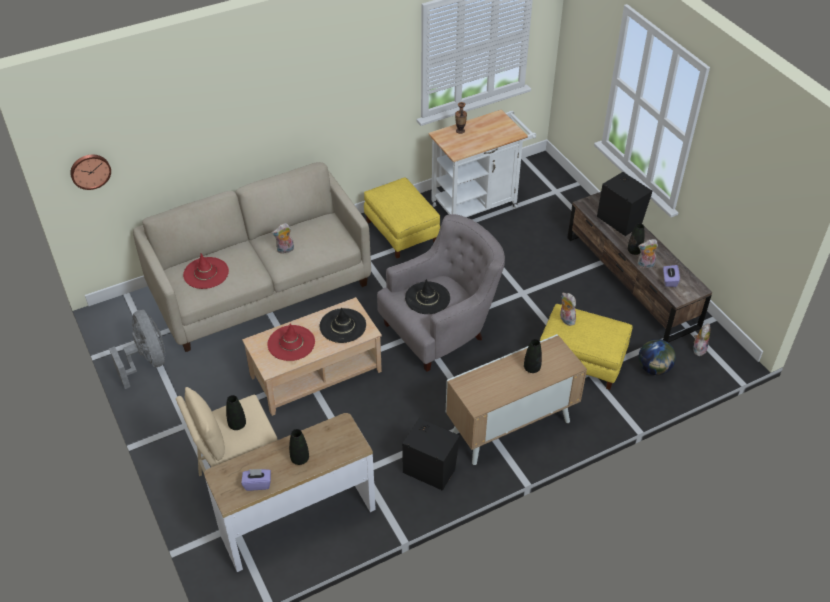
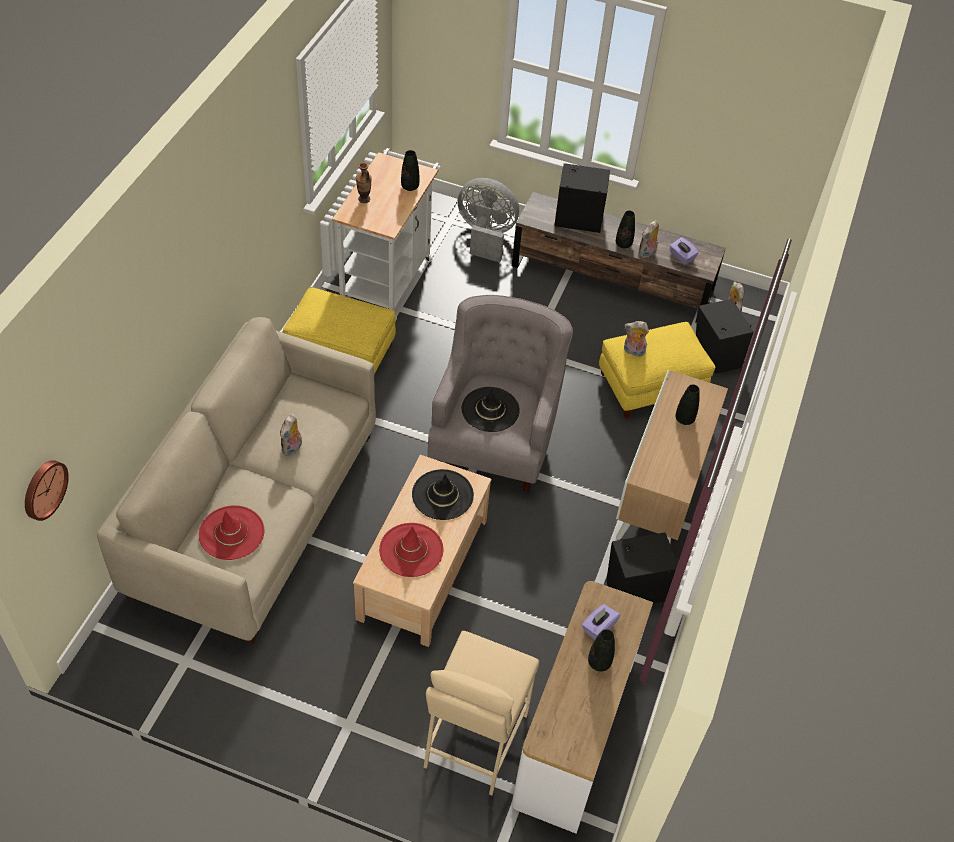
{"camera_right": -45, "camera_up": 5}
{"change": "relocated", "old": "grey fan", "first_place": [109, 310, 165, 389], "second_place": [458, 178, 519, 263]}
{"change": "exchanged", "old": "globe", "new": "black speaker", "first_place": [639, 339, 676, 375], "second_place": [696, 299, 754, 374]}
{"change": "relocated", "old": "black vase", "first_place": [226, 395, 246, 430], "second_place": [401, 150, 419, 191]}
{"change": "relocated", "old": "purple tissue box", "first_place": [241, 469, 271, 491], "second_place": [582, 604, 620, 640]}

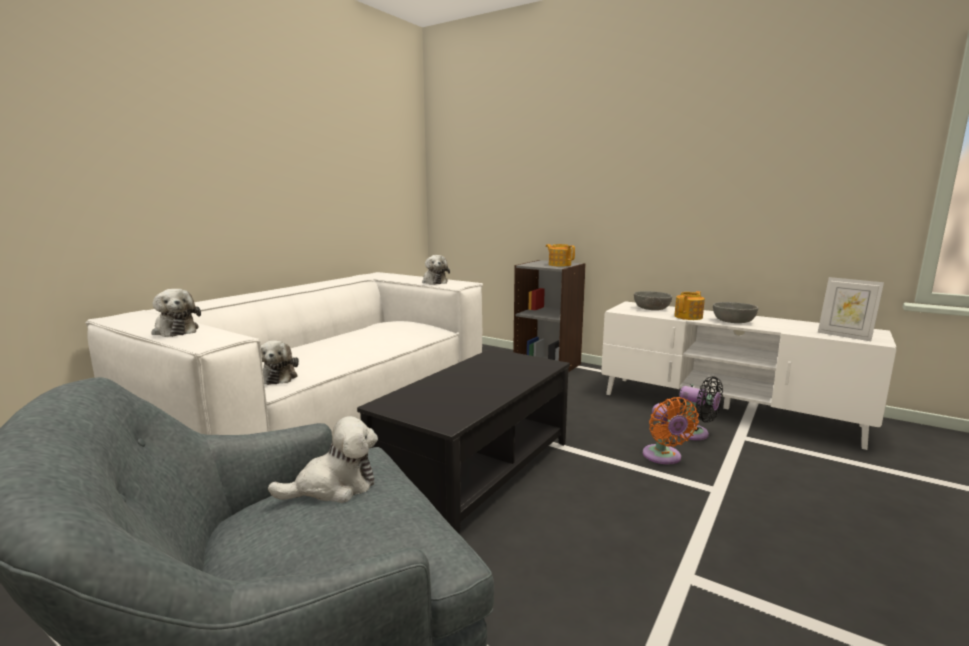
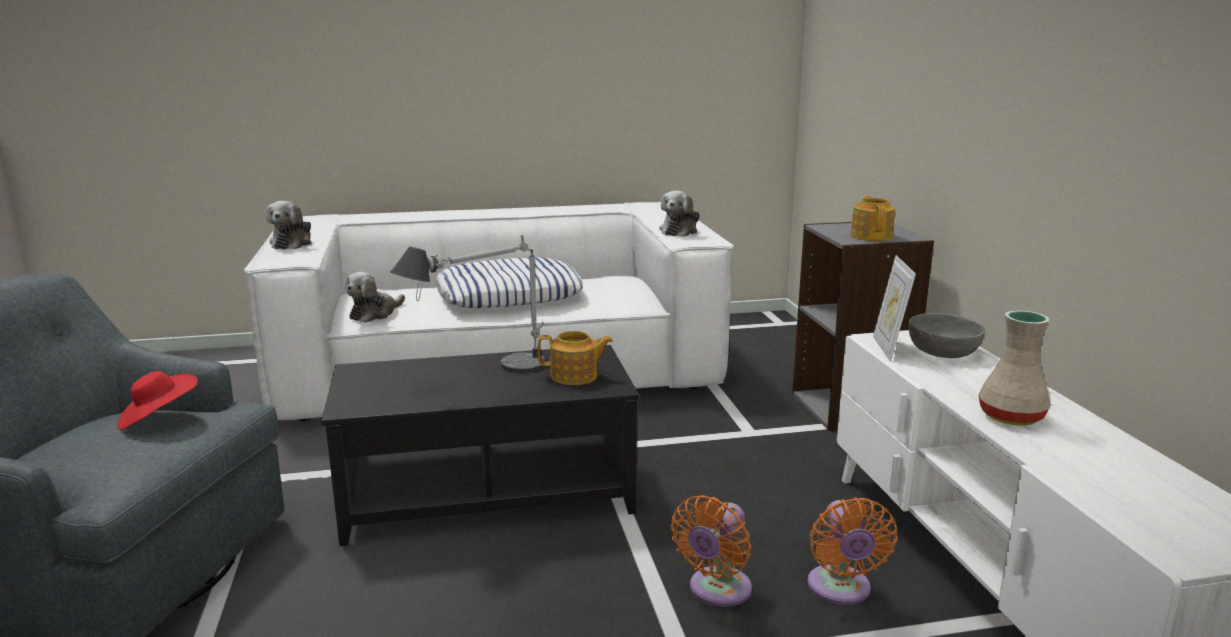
{"camera_right": 45, "camera_up": 5}
{"change": "relocated", "old": "picture frame", "first_place": [818, 277, 884, 341], "second_place": [873, 255, 916, 362]}
{"change": "relocated", "old": "teapot", "first_place": [674, 291, 705, 320], "second_place": [538, 331, 613, 385]}
{"change": "exchanged", "old": "grey bowl", "new": "beige vase", "first_place": [713, 302, 758, 323], "second_place": [978, 310, 1051, 426]}
{"change": "colour", "old": "black fan", "new": "orange fan", "first_place": [678, 376, 723, 440], "second_place": [807, 497, 897, 605]}
{"change": "exchanged", "old": "plush toy", "new": "red hat", "first_place": [268, 416, 378, 503], "second_place": [117, 371, 198, 430]}
{"change": "appeared", "new": "table lamp", "second_place": [391, 235, 546, 373]}
{"change": "appeared", "new": "pillow", "second_place": [435, 257, 583, 308]}

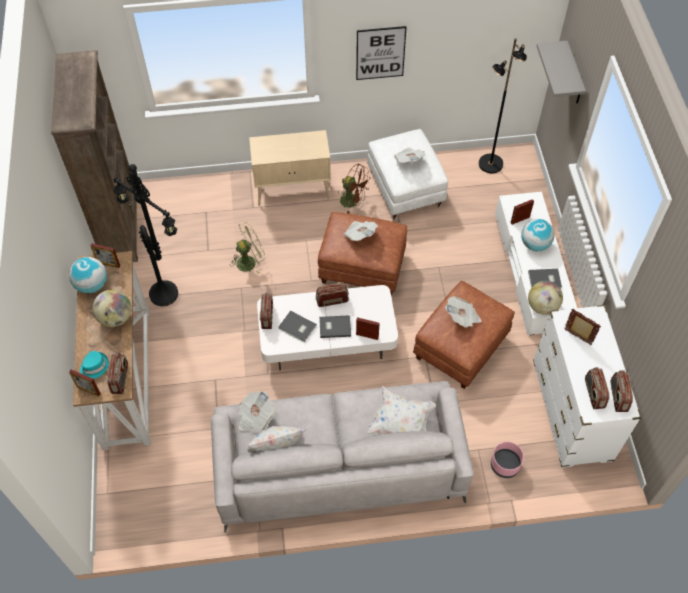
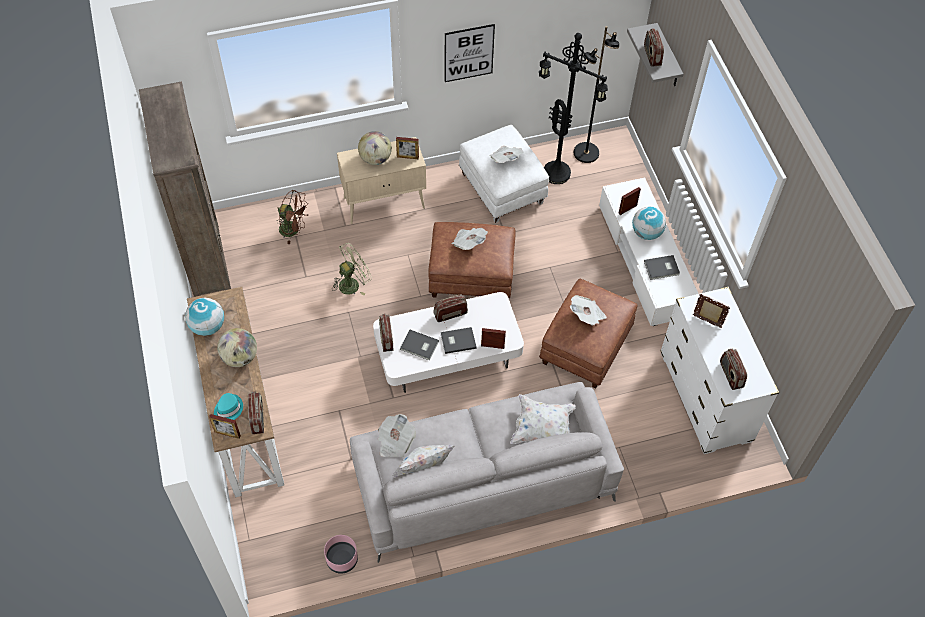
{"camera_right": -10, "camera_up": 0}
{"change": "relocated", "old": "brown fan", "first_place": [338, 163, 369, 214], "second_place": [276, 190, 309, 244]}
{"change": "relocated", "old": "black floor lamp", "first_place": [113, 164, 178, 307], "second_place": [539, 33, 608, 184]}
{"change": "relocated", "old": "picture frame", "first_place": [91, 243, 120, 268], "second_place": [396, 137, 419, 159]}
{"change": "relocated", "old": "globe", "first_place": [528, 281, 563, 315], "second_place": [358, 131, 392, 165]}
{"change": "relocated", "old": "radio", "first_place": [611, 370, 633, 412], "second_place": [644, 28, 664, 67]}
{"change": "relocated", "old": "pink planter", "first_place": [491, 442, 524, 478], "second_place": [324, 535, 358, 574]}

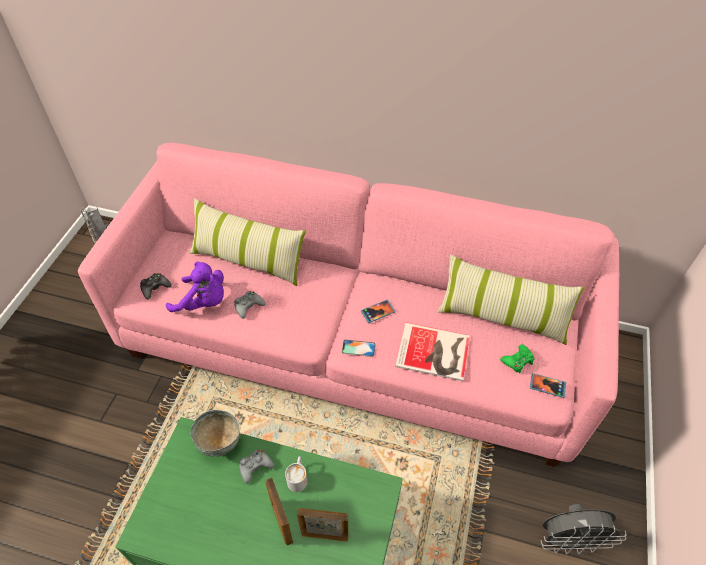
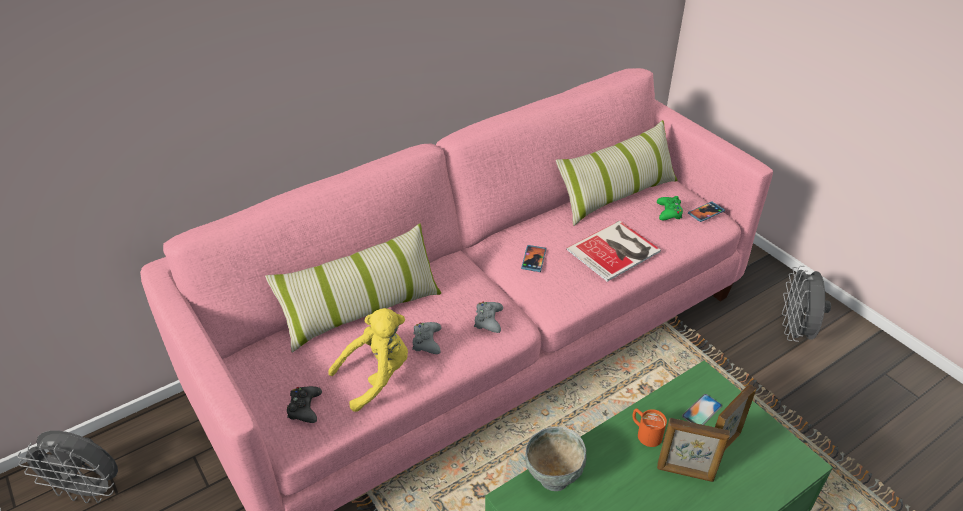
{"camera_right": -50, "camera_up": -10}
{"change": "colour", "old": "purple plush toy", "new": "yellow plush toy", "first_place": [166, 261, 224, 312], "second_place": [328, 308, 408, 412]}
{"change": "relocated", "old": "phone", "first_place": [342, 340, 376, 357], "second_place": [682, 394, 722, 425]}
{"change": "relocated", "old": "grey game controller", "first_place": [239, 449, 274, 484], "second_place": [474, 302, 503, 333]}
{"change": "colour", "old": "white mug", "new": "orange mug", "first_place": [285, 456, 307, 492], "second_place": [632, 408, 667, 447]}
{"change": "spun", "old": "grey fan", "first_place": [541, 504, 626, 554], "second_place": [782, 266, 831, 342], "degrees": 150}

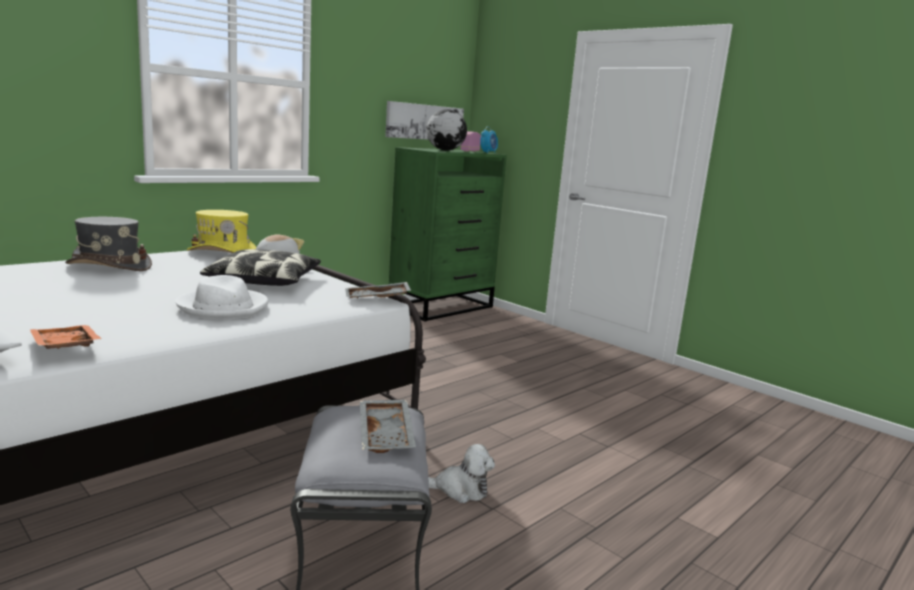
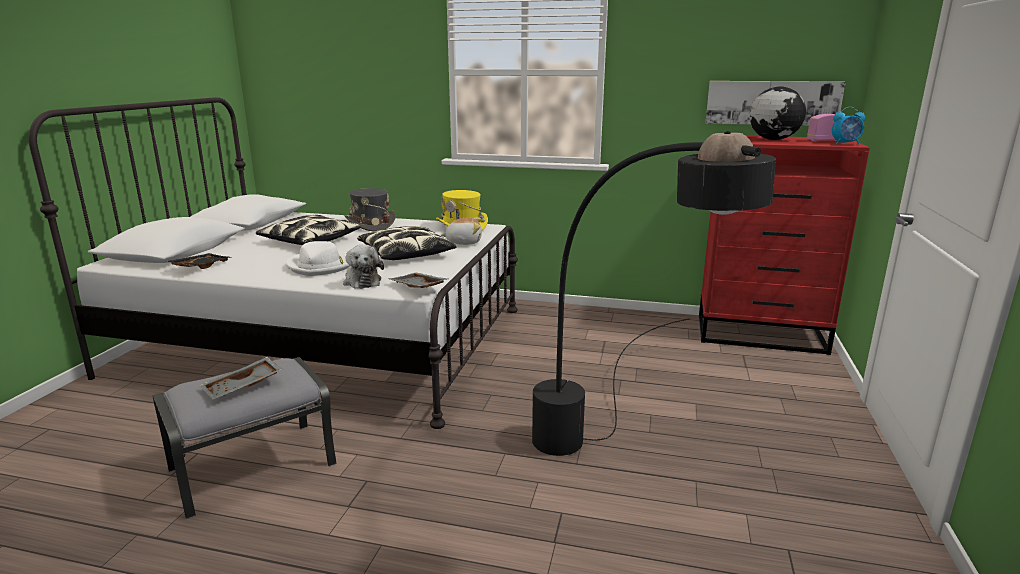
{"camera_right": 60, "camera_up": 5}
{"change": "colour", "old": "green dresser", "new": "red dresser", "first_place": [388, 147, 507, 321], "second_place": [699, 136, 870, 355]}
{"change": "colour", "old": "orange tray", "new": "black tray", "first_place": [30, 325, 102, 349], "second_place": [167, 253, 232, 269]}
{"change": "relocated", "old": "plush toy", "first_place": [428, 444, 495, 503], "second_place": [343, 245, 384, 289]}
{"change": "appeared", "new": "black floor lamp", "second_place": [532, 131, 776, 456]}
{"change": "appeared", "new": "pillow", "second_place": [256, 215, 360, 245]}

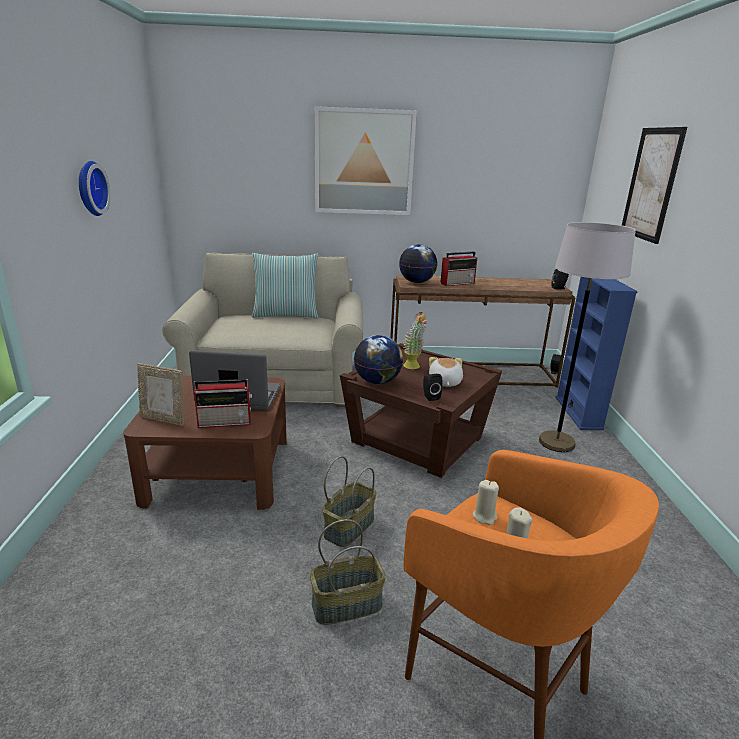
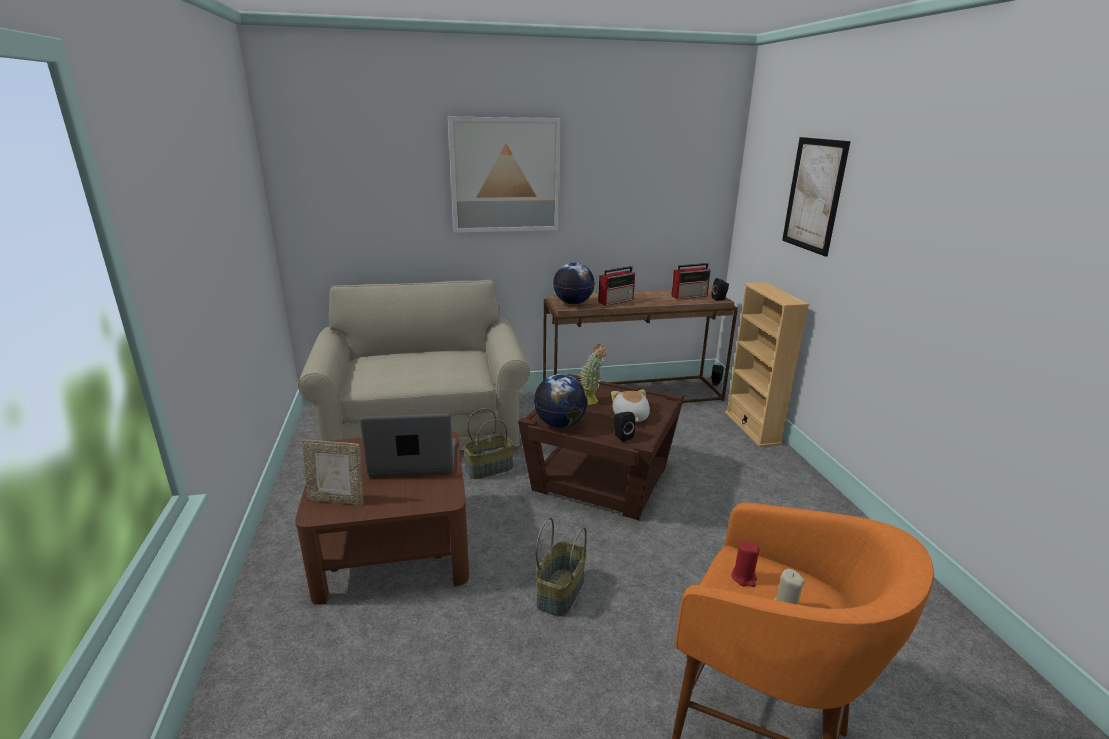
{"camera_right": -10, "camera_up": 0}
{"change": "missing", "old": "wall clock", "first_place": [79, 161, 111, 216]}
{"change": "missing", "old": "grey floor lamp", "first_place": [539, 222, 636, 452]}
{"change": "missing", "old": "pillow", "first_place": [252, 253, 319, 319]}
{"change": "colour", "old": "blue bookcase", "new": "beige bookcase", "first_place": [555, 277, 638, 430], "second_place": [725, 282, 809, 447]}
{"change": "relocated", "old": "radio", "first_place": [194, 379, 252, 428], "second_place": [671, 263, 711, 299]}
{"change": "colour", "old": "beige candle", "new": "red candle", "first_place": [473, 480, 499, 525], "second_place": [731, 541, 760, 587]}
{"change": "relocated", "old": "basket", "first_place": [310, 519, 386, 625], "second_place": [463, 408, 514, 479]}

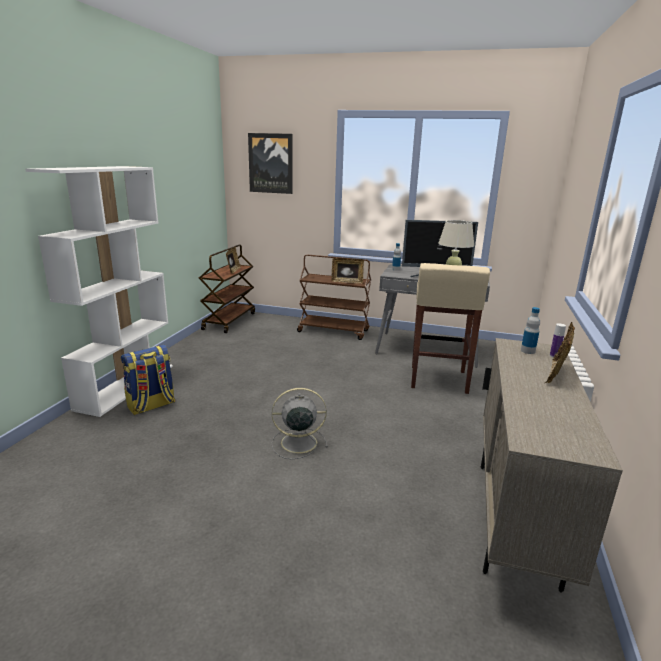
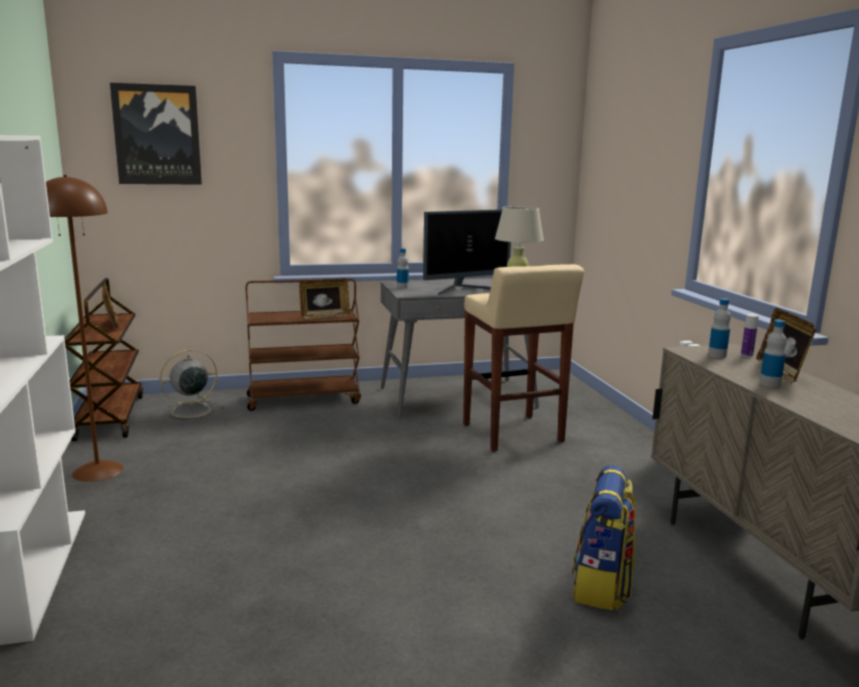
{"camera_right": -30, "camera_up": -5}
{"change": "relocated", "old": "backpack", "first_place": [121, 345, 175, 415], "second_place": [572, 465, 636, 610]}
{"change": "relocated", "old": "grey fan", "first_place": [272, 388, 328, 459], "second_place": [159, 349, 224, 423]}
{"change": "appeared", "new": "brown floor lamp", "second_place": [46, 175, 124, 482]}
{"change": "appeared", "new": "bottle", "second_place": [759, 320, 787, 387]}

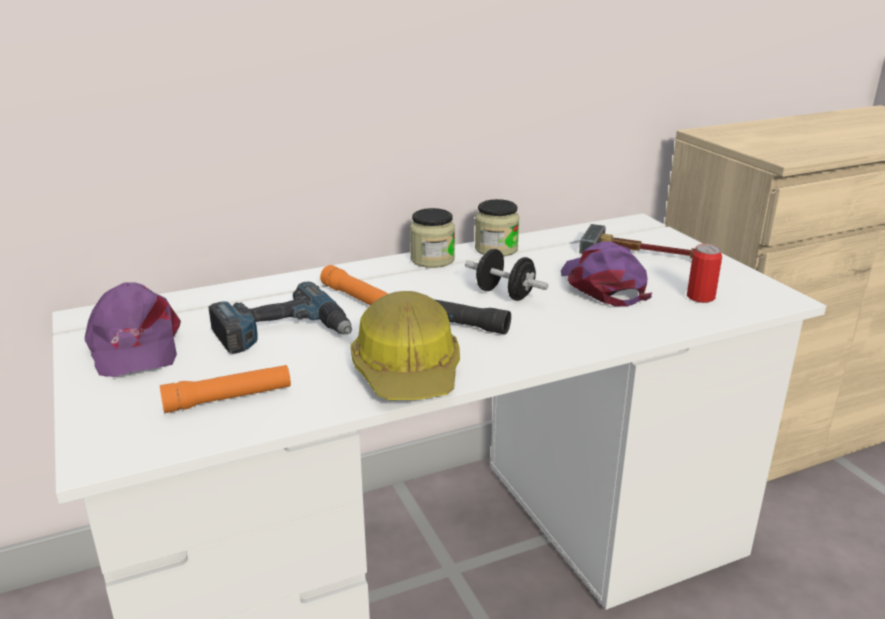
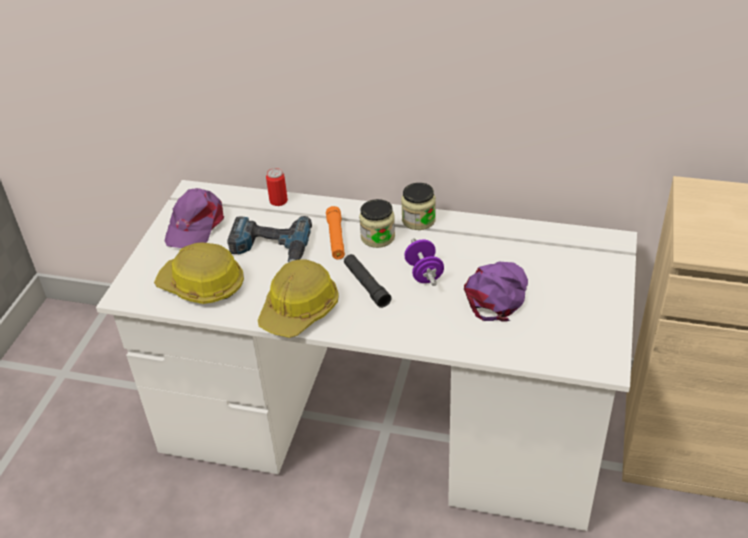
{"camera_right": 40, "camera_up": 15}
{"change": "relocated", "old": "jar", "first_place": [475, 199, 520, 257], "second_place": [359, 199, 395, 248]}
{"change": "missing", "old": "hammer", "first_place": [579, 224, 695, 258]}
{"change": "relocated", "old": "can", "first_place": [687, 244, 722, 303], "second_place": [266, 168, 288, 206]}
{"change": "colour", "old": "black dumbbell", "new": "purple dumbbell", "first_place": [465, 249, 548, 301], "second_place": [404, 238, 444, 286]}
{"change": "exchanged", "old": "orange flashlight", "new": "hard hat", "first_place": [160, 365, 291, 413], "second_place": [154, 242, 244, 304]}

